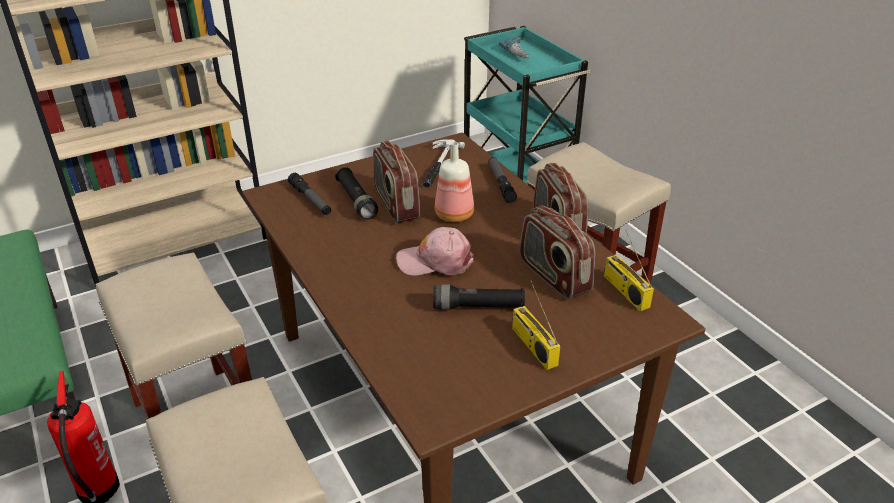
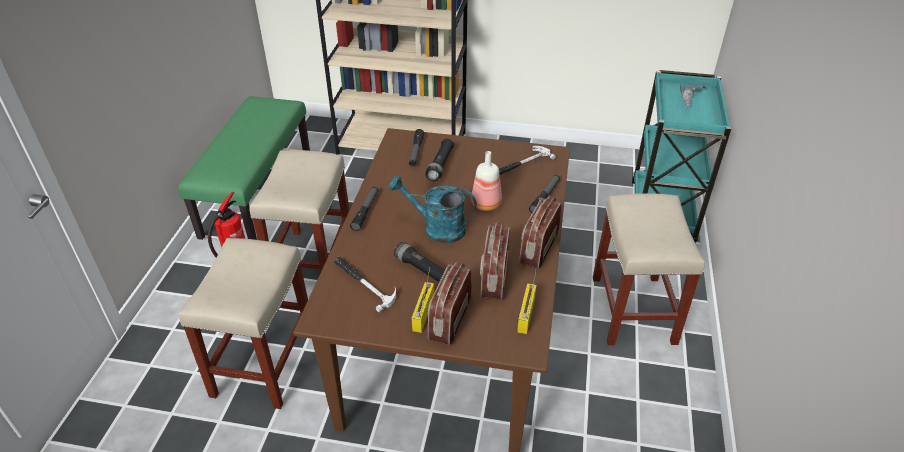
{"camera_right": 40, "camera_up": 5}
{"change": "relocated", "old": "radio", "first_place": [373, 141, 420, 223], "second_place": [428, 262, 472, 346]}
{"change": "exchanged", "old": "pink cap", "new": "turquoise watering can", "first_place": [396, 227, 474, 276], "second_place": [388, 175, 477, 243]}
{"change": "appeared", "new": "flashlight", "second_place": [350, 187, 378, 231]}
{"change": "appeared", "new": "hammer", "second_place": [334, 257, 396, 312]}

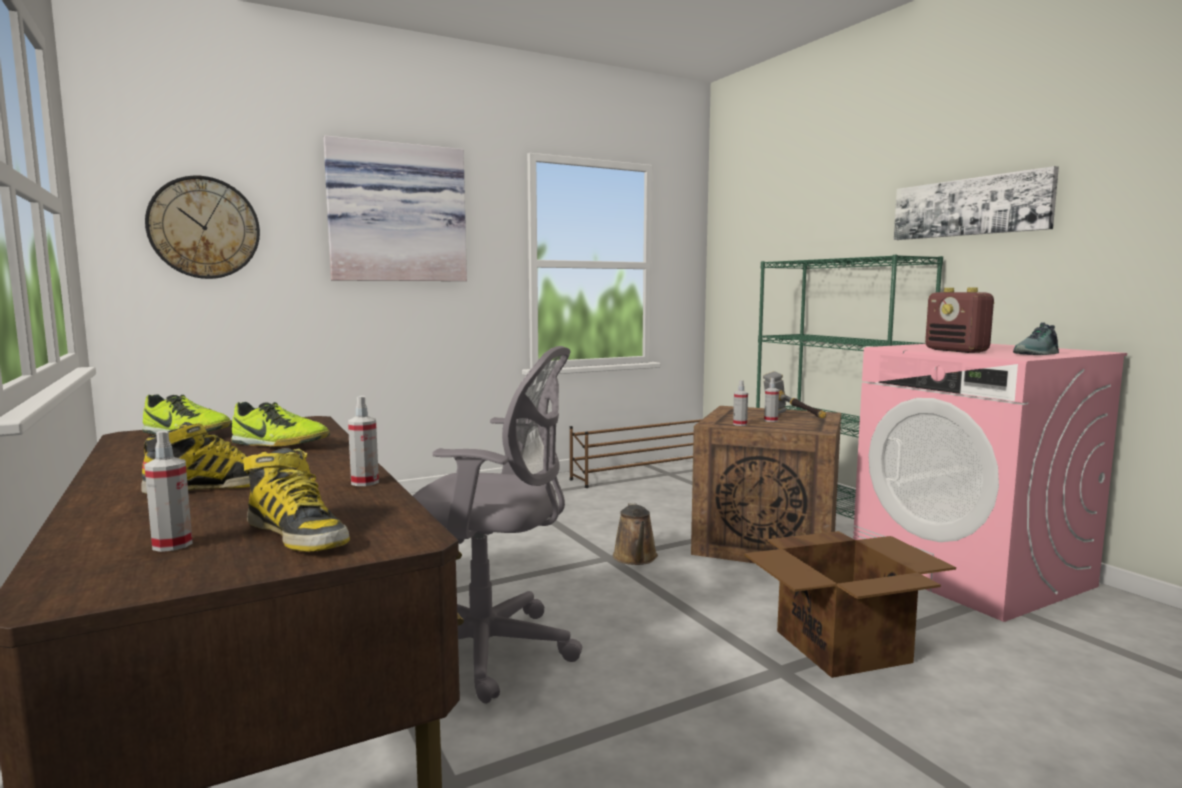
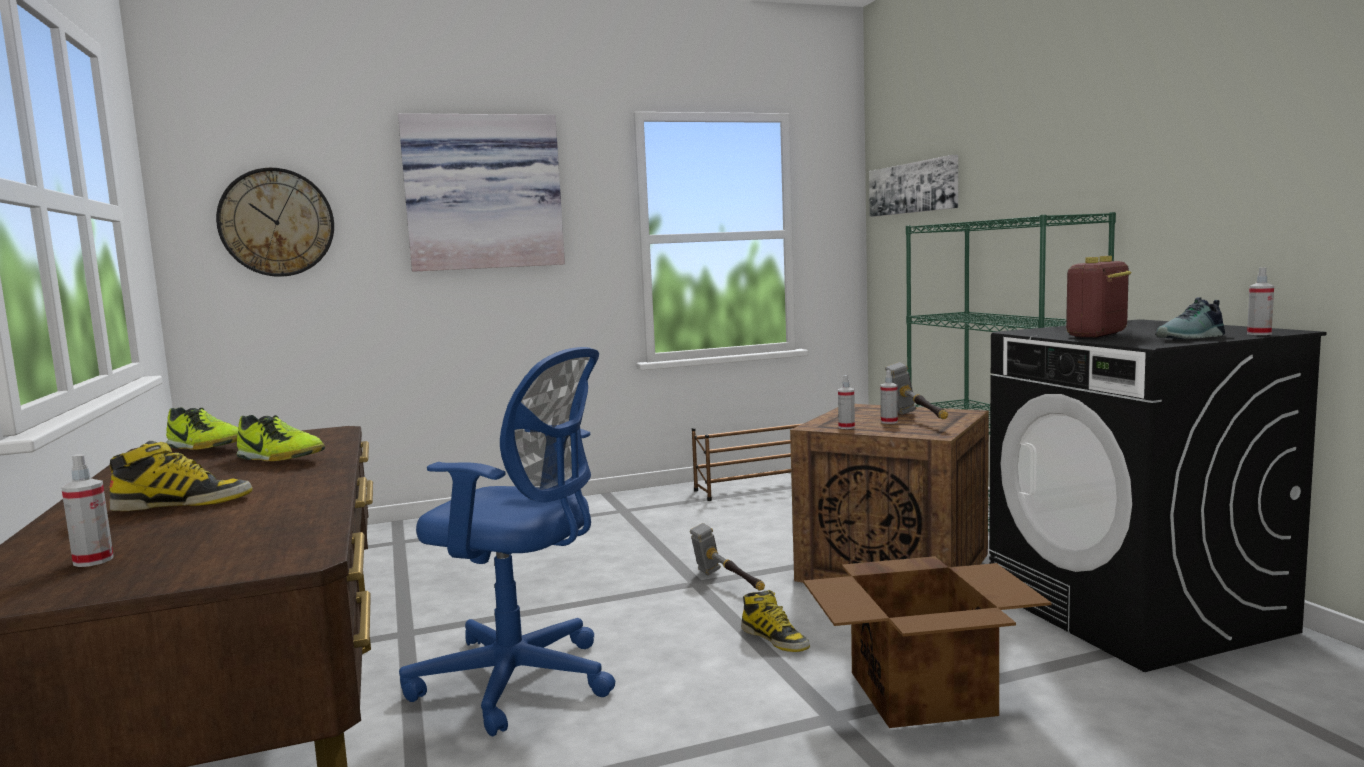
{"camera_right": 10, "camera_up": 0}
{"change": "relocated", "old": "picture", "first_place": [894, 166, 1059, 240], "second_place": [869, 155, 958, 217]}
{"change": "spun", "old": "radio", "first_place": [925, 288, 994, 353], "second_place": [1066, 256, 1132, 338], "degrees": 60}
{"change": "colour", "old": "pink washing machine", "new": "black washing machine", "first_place": [853, 344, 1127, 622], "second_place": [989, 319, 1326, 672]}
{"change": "colour", "old": "grey office chair", "new": "blue office chair", "first_place": [413, 346, 583, 704], "second_place": [399, 347, 615, 737]}
{"change": "relocated", "old": "spray bottle", "first_place": [348, 396, 379, 486], "second_place": [1247, 267, 1274, 335]}
{"change": "relocated", "old": "boot", "first_place": [243, 448, 350, 552], "second_place": [741, 590, 810, 652]}
{"change": "exchanged", "old": "brown watering can", "new": "hammer", "first_place": [613, 503, 658, 565], "second_place": [690, 523, 765, 590]}

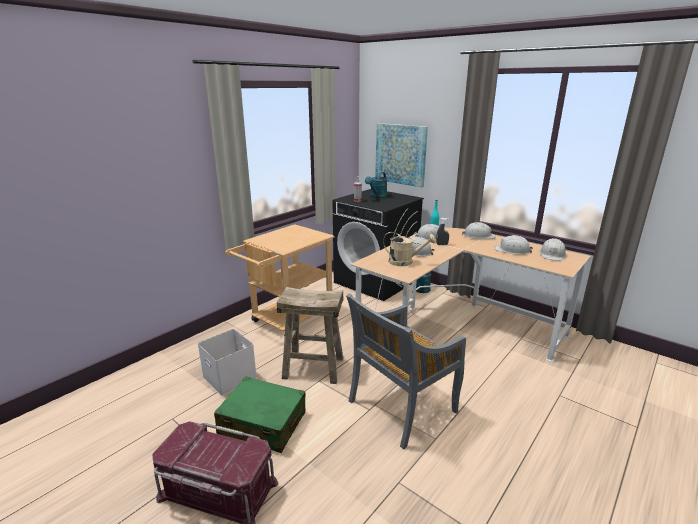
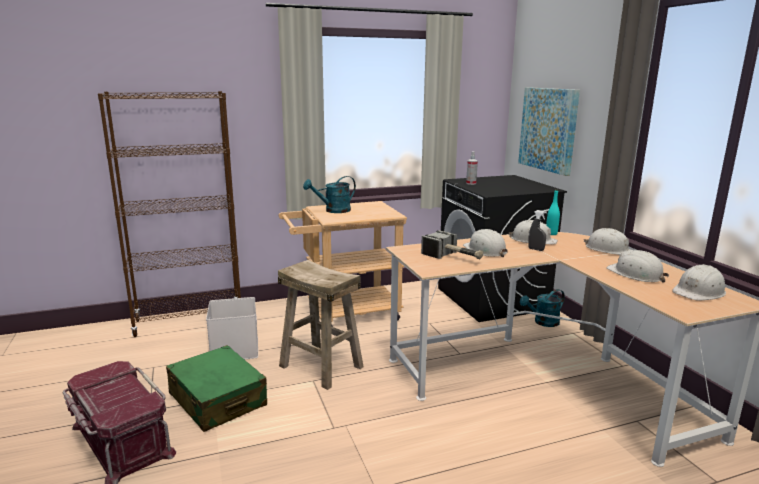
{"camera_right": 30, "camera_up": -5}
{"change": "relocated", "old": "turquoise watering can", "first_place": [365, 172, 387, 199], "second_place": [303, 176, 356, 213]}
{"change": "exchanged", "old": "beige watering can", "new": "hammer", "first_place": [383, 232, 436, 266], "second_place": [421, 230, 483, 259]}
{"change": "missing", "old": "grey chair", "first_place": [346, 294, 466, 450]}
{"change": "appeared", "new": "brown bookcase", "second_place": [98, 91, 241, 337]}

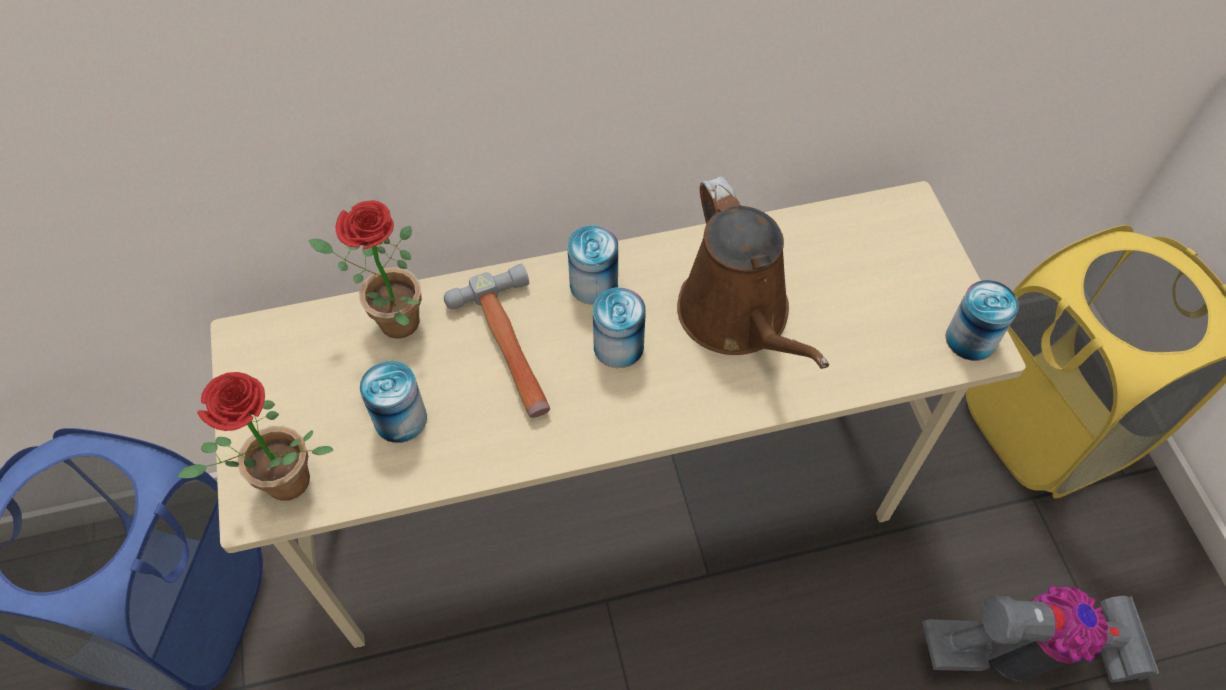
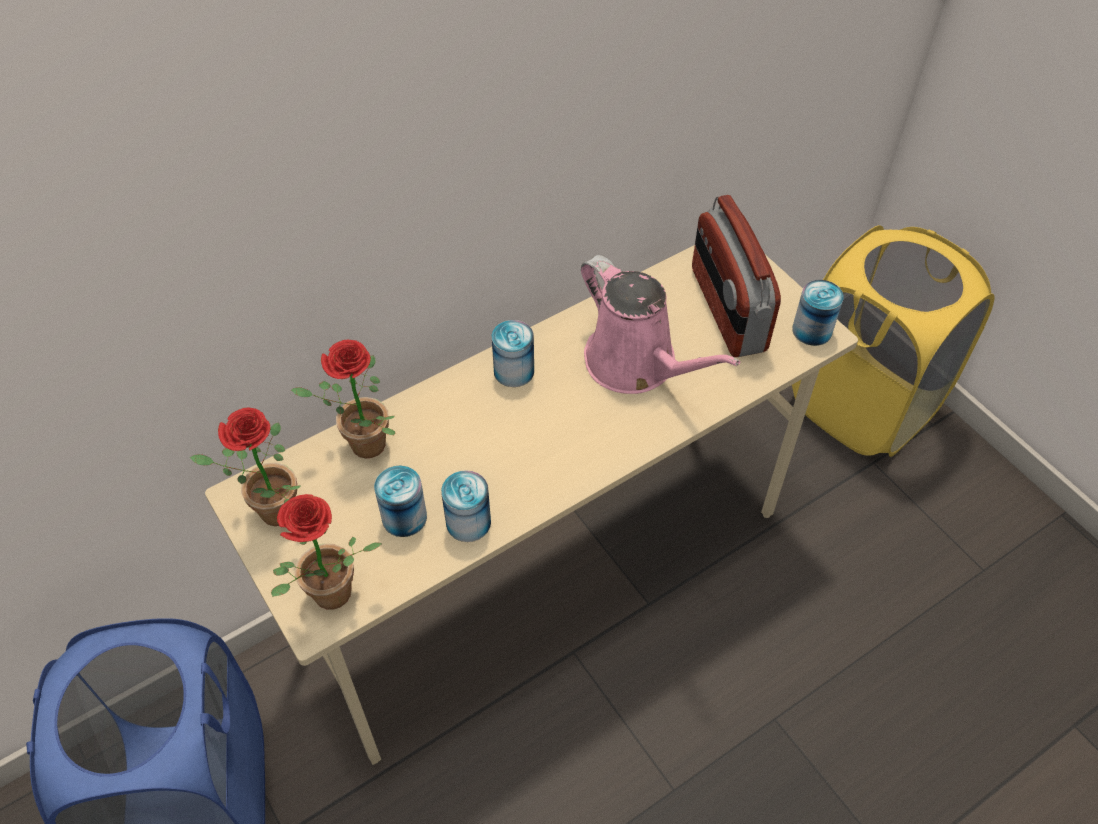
{"camera_right": -20, "camera_up": -5}
{"change": "colour", "old": "brown watering can", "new": "pink watering can", "first_place": [677, 177, 829, 369], "second_place": [581, 255, 740, 394]}
{"change": "missing", "old": "hammer", "first_place": [444, 263, 550, 418]}
{"change": "relocated", "old": "can", "first_place": [593, 287, 646, 368], "second_place": [441, 470, 491, 542]}
{"change": "missing", "old": "vacuum cleaner", "first_place": [922, 586, 1159, 683]}
{"change": "appeared", "new": "radio", "second_place": [692, 195, 781, 357]}
{"change": "appeared", "new": "potted plant", "second_place": [189, 407, 301, 526]}

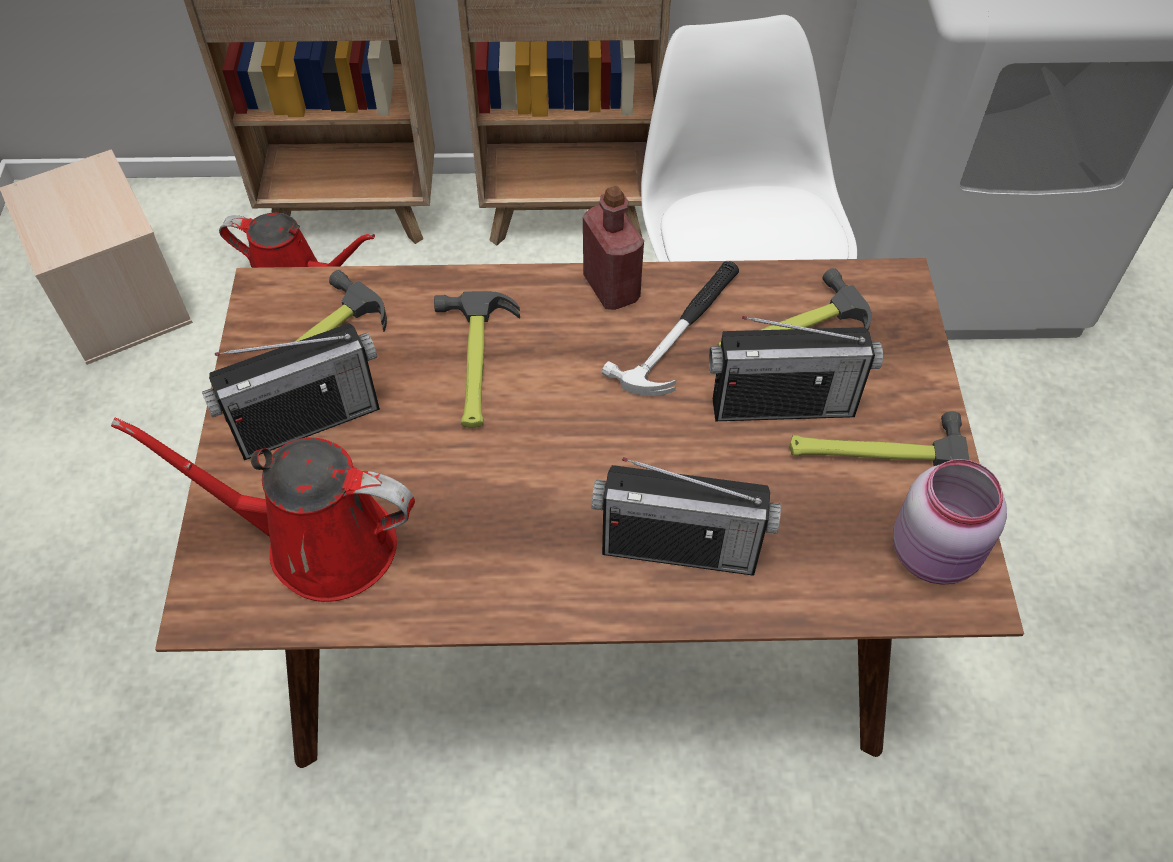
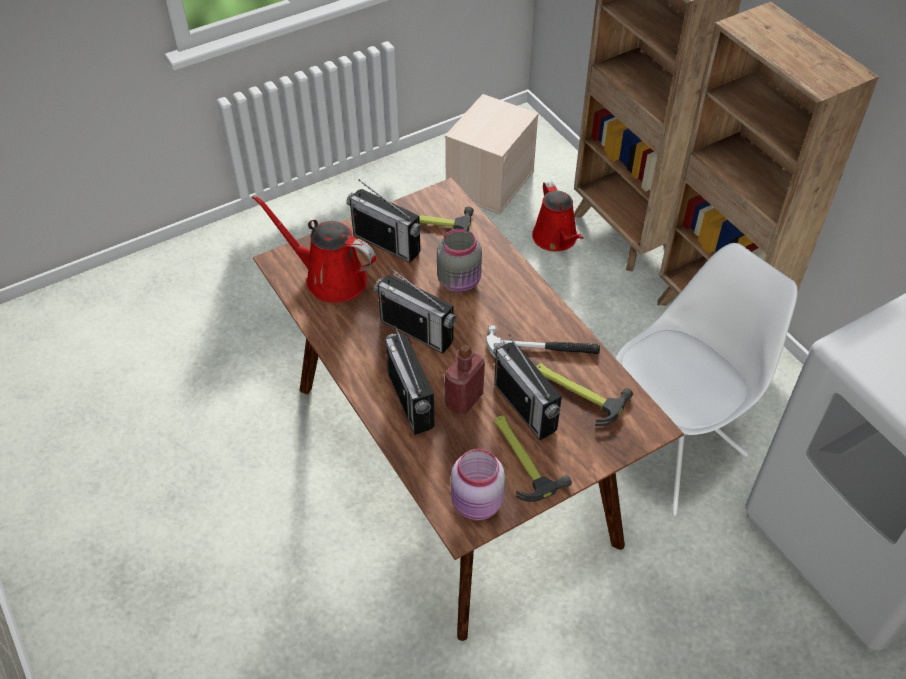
{"camera_right": 60, "camera_up": -5}
{"change": "relocated", "old": "red bottle", "first_place": [583, 186, 644, 310], "second_place": [445, 344, 485, 414]}
{"change": "exchanged", "old": "hammer", "new": "grey jar", "first_place": [434, 291, 520, 428], "second_place": [437, 229, 482, 293]}
{"change": "spun", "old": "red watering can", "first_place": [111, 418, 415, 602], "second_place": [252, 194, 376, 303], "degrees": -45}
{"change": "appeared", "new": "radio", "second_place": [374, 266, 456, 354]}

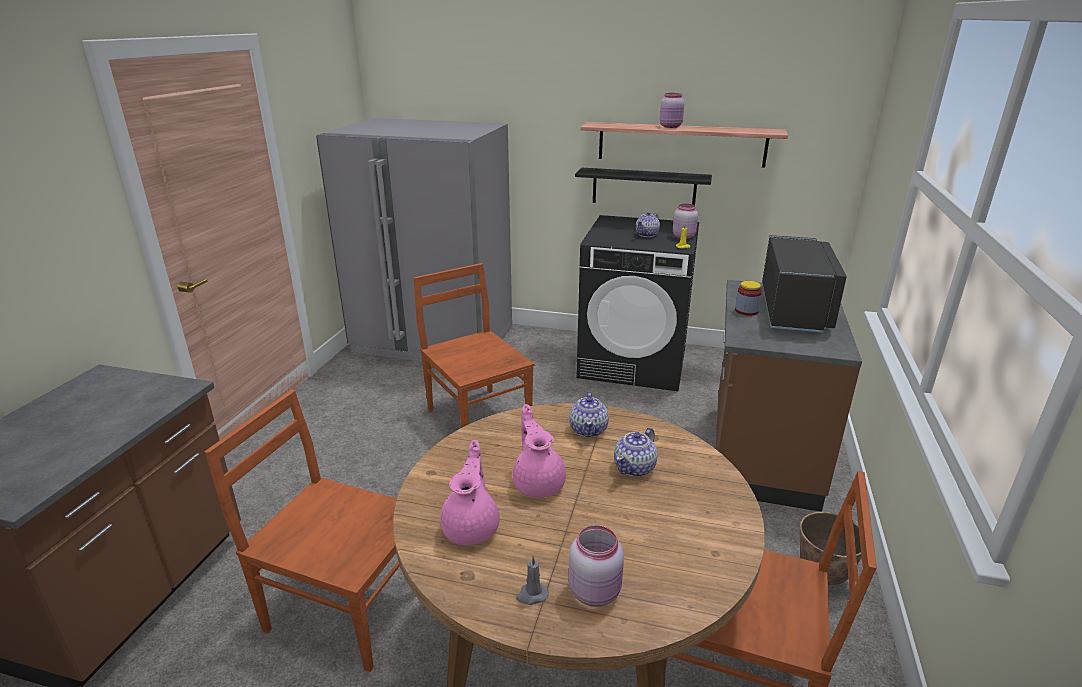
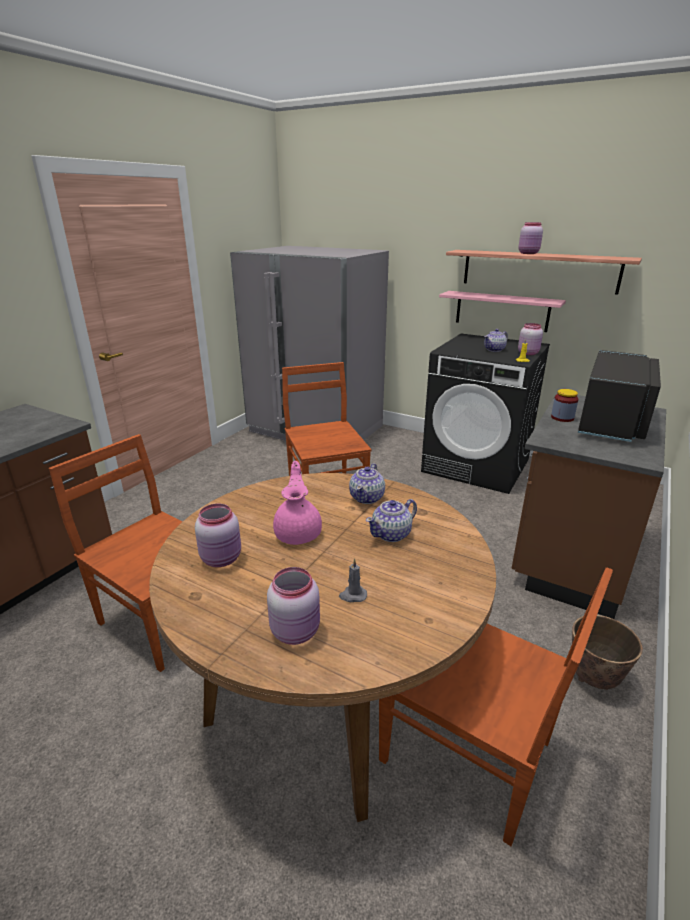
{"camera_right": 15, "camera_up": 0}
{"change": "colour", "old": "black shelf", "new": "pink shelf", "first_place": [575, 168, 712, 205], "second_place": [439, 291, 566, 332]}
{"change": "exchanged", "old": "pink teapot", "new": "pink jar", "first_place": [440, 440, 500, 545], "second_place": [195, 504, 241, 567]}
{"change": "relocated", "old": "grey candle", "first_place": [516, 556, 549, 605], "second_place": [339, 558, 367, 602]}

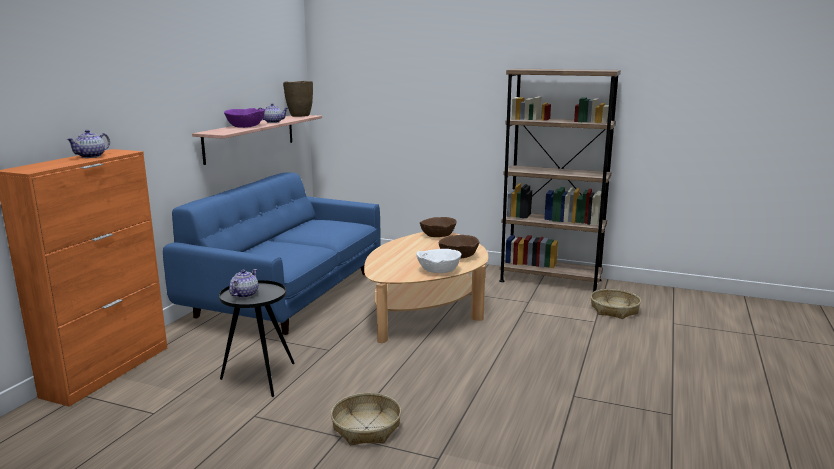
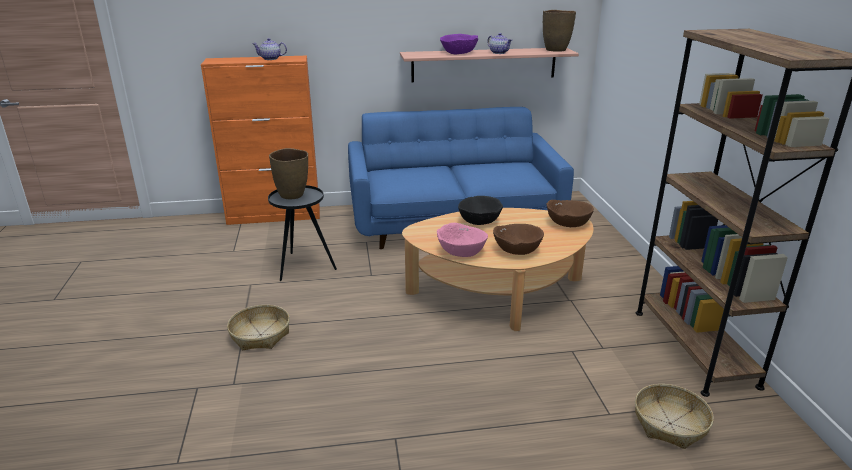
{"camera_right": 60, "camera_up": 10}
{"change": "colour", "old": "white bowl", "new": "pink bowl", "first_place": [416, 249, 461, 273], "second_place": [437, 223, 488, 257]}
{"change": "exchanged", "old": "teapot", "new": "brown vase", "first_place": [229, 269, 258, 298], "second_place": [269, 148, 308, 199]}
{"change": "appeared", "new": "black bowl", "second_place": [458, 196, 503, 225]}

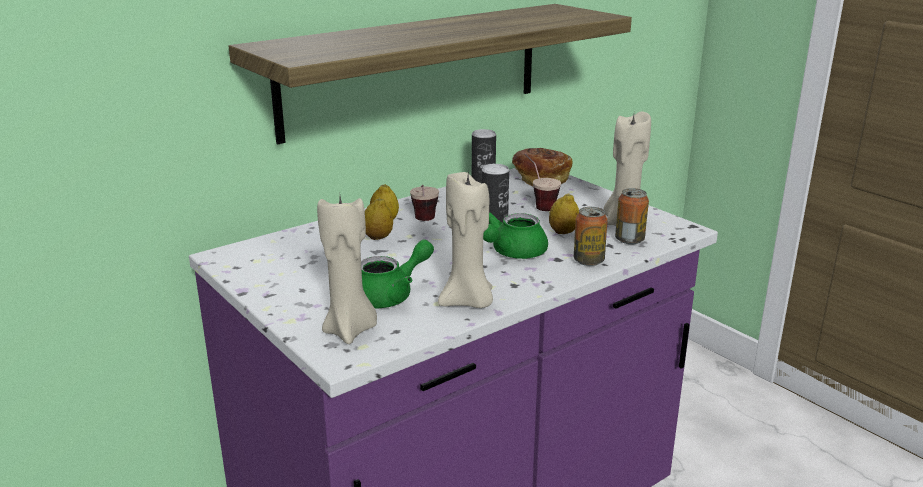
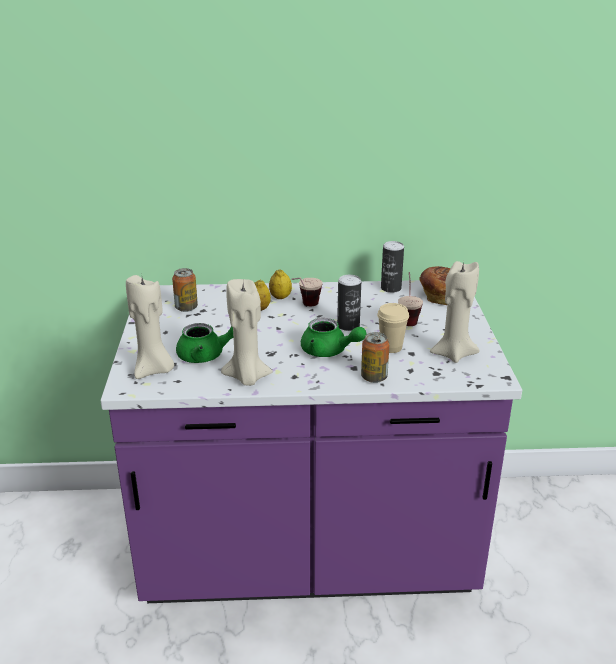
{"camera_right": 35, "camera_up": 5}
{"change": "missing", "old": "shelf", "first_place": [229, 4, 632, 144]}
{"change": "relocated", "old": "can", "first_place": [615, 188, 649, 244], "second_place": [172, 268, 198, 312]}
{"change": "exchanged", "old": "lemon", "new": "beige cup", "first_place": [549, 193, 579, 234], "second_place": [377, 303, 409, 353]}
{"change": "spun", "old": "green teapot", "first_place": [483, 212, 548, 259], "second_place": [301, 318, 366, 357], "degrees": -135}

